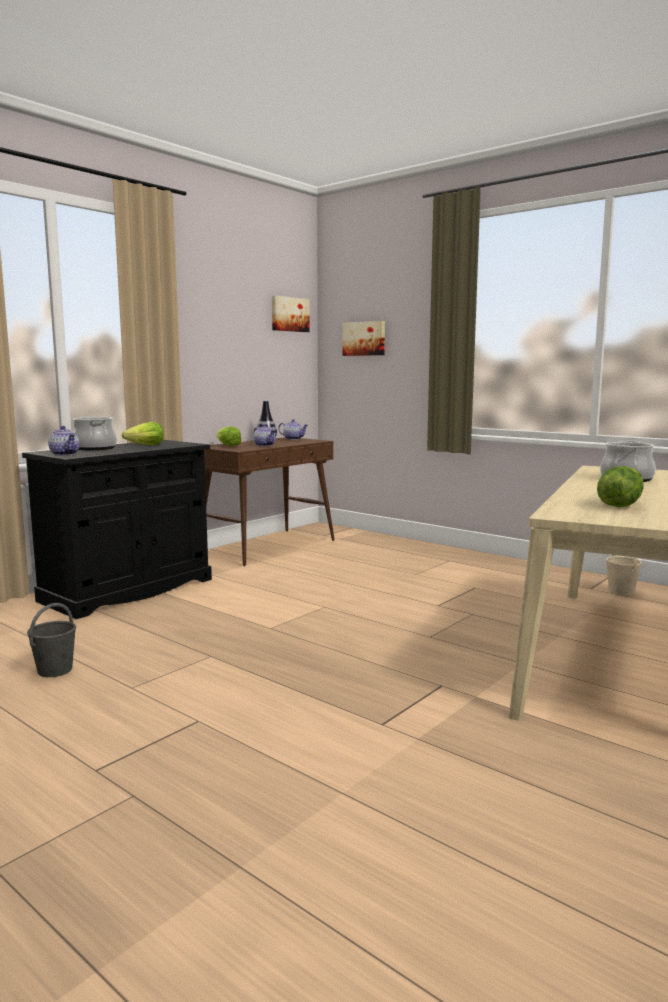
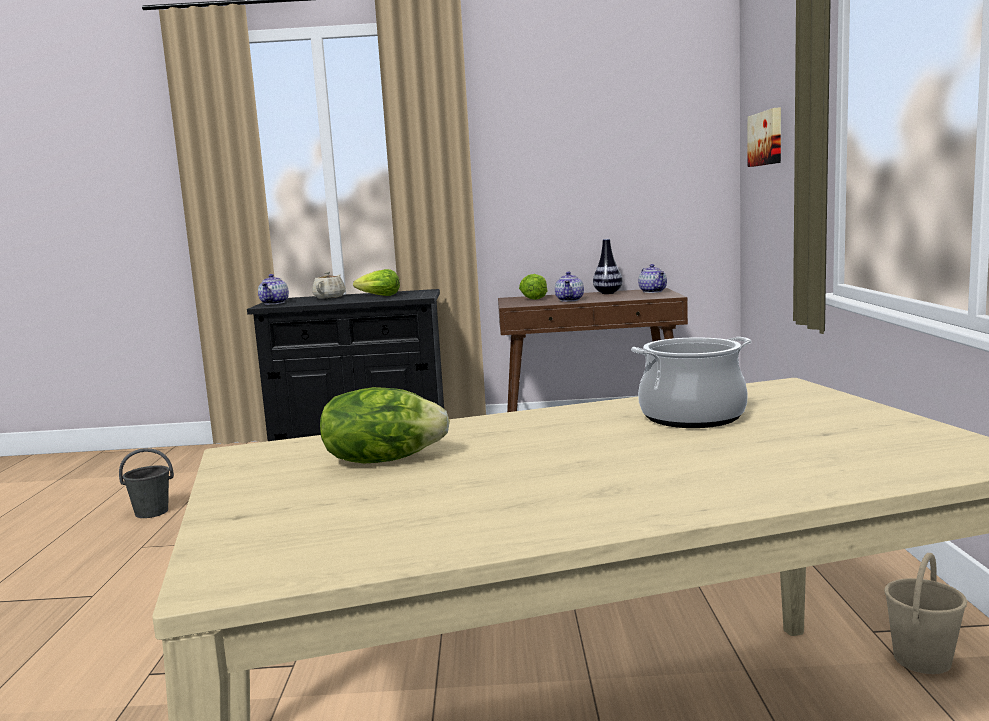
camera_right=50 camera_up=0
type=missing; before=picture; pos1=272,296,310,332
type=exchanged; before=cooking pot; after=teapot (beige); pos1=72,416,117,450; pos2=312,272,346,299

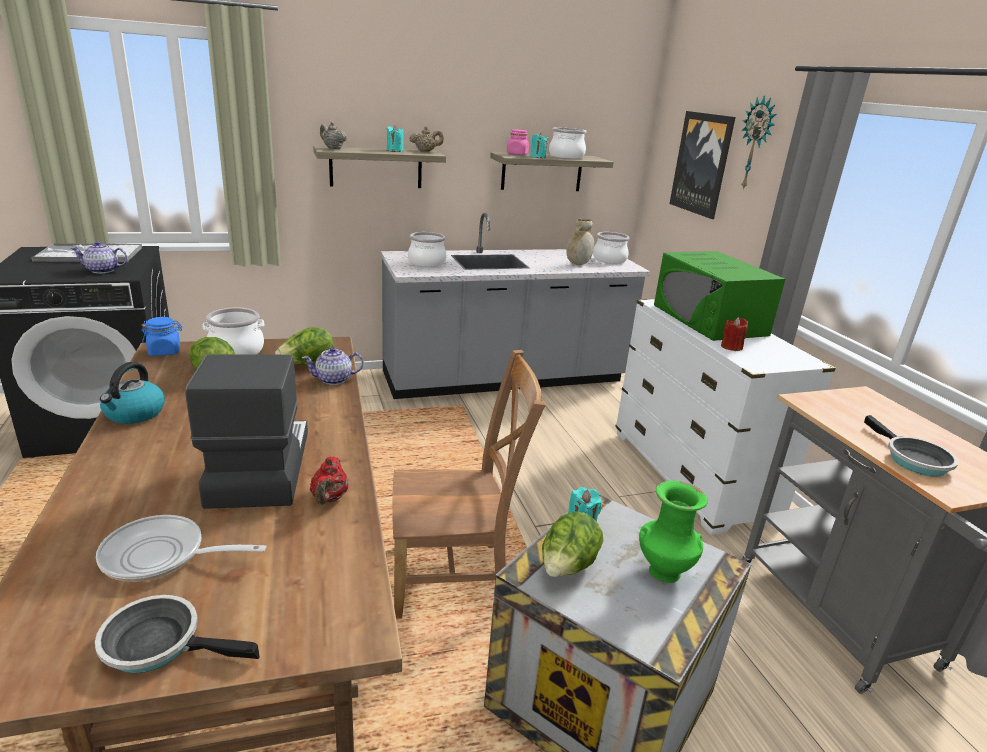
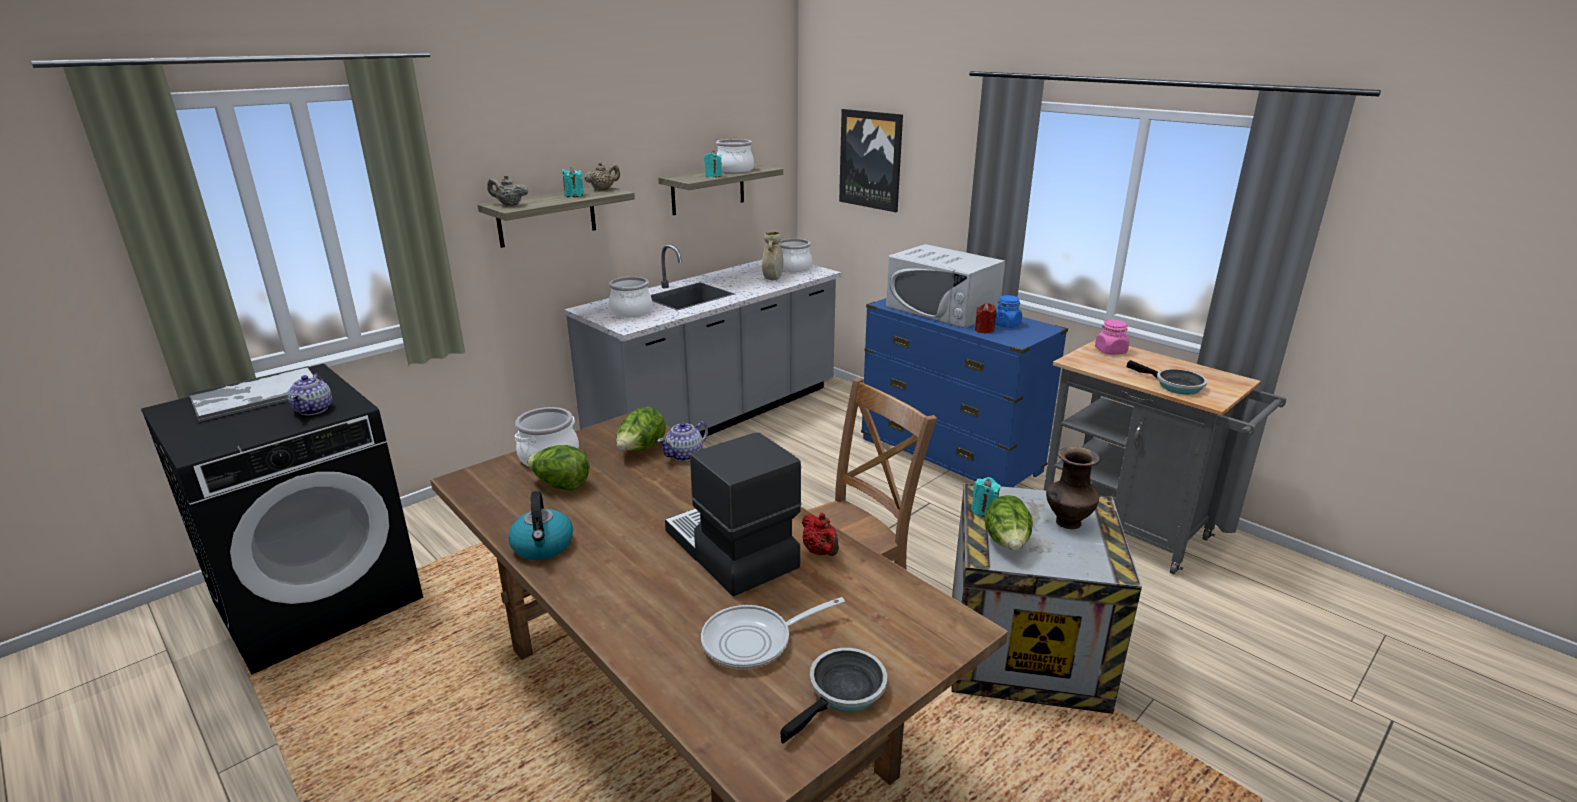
camera_right=-25 camera_up=0
type=missing; before=wall clock; pos1=741,95,776,189
type=relocated; before=jar (blue); pos1=141,317,182,356; pos2=995,295,1022,328
type=relocated; before=jar (pink); pos1=507,129,529,155; pos2=1095,319,1129,354
type=colour; before=dresser (white); after=dresser (blue); pos1=615,299,836,535; pos2=861,298,1068,488
type=colour; before=vase (green); after=vase (brown); pos1=639,481,708,583; pos2=1046,447,1100,529
type=colour; before=microwave (green); after=microwave (white); pos1=654,251,785,341; pos2=886,244,1005,328
type=spun; before=teapot; pos1=71,241,128,274; pos2=287,373,332,415; turn=-60
type=spun; before=frying pan; pos1=95,595,259,673; pos2=780,648,887,744; turn=150

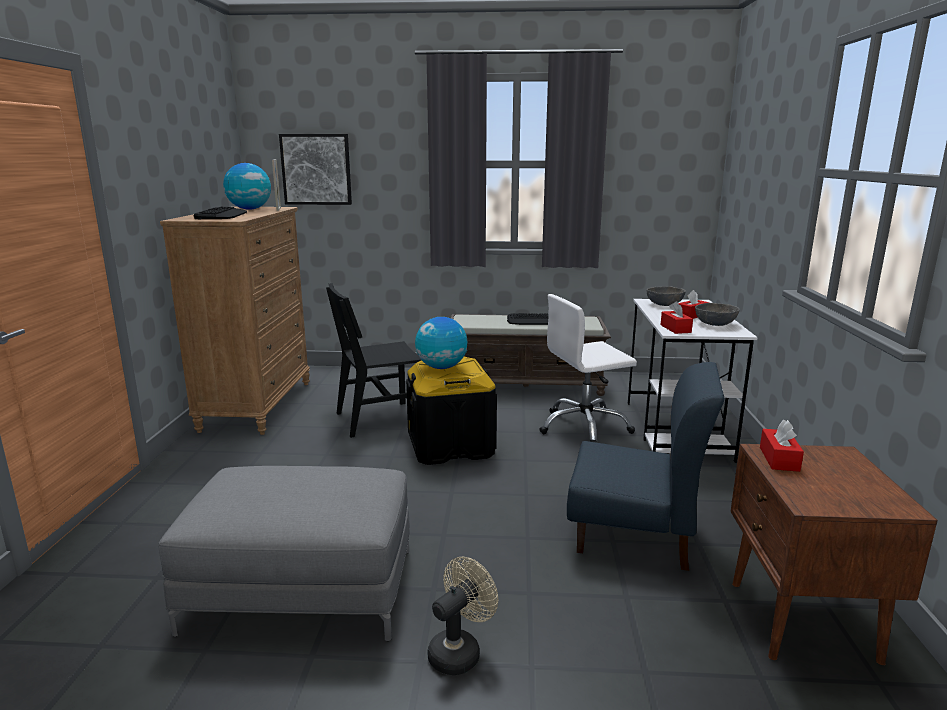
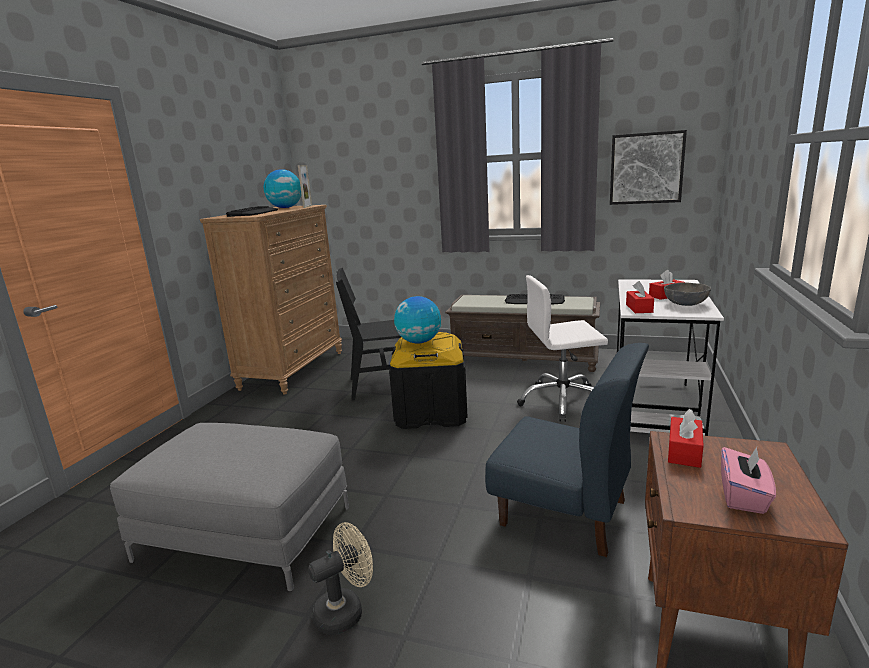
camera_right=15 camera_up=0
type=missing; before=bowl (grey); pos1=647,286,686,306
type=appeared; after=tissue box (pink); pos2=721,447,776,514
type=relocated; before=picture; pos1=279,134,352,205; pos2=610,130,687,205

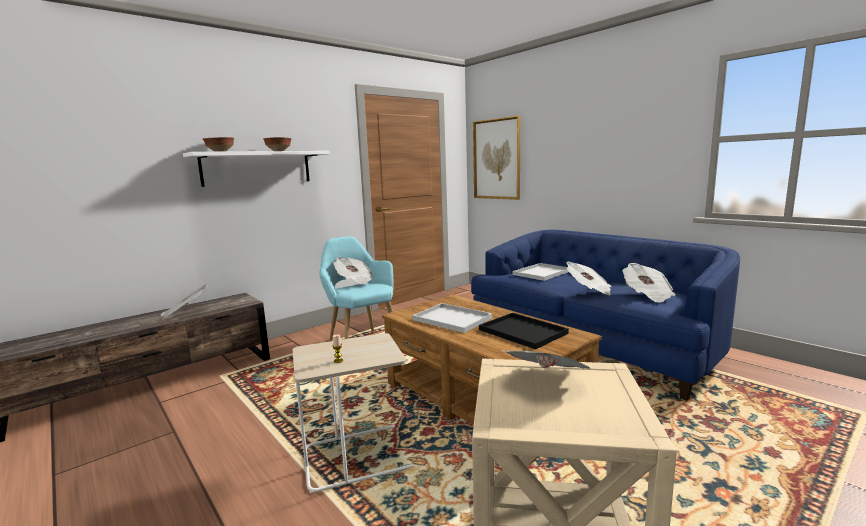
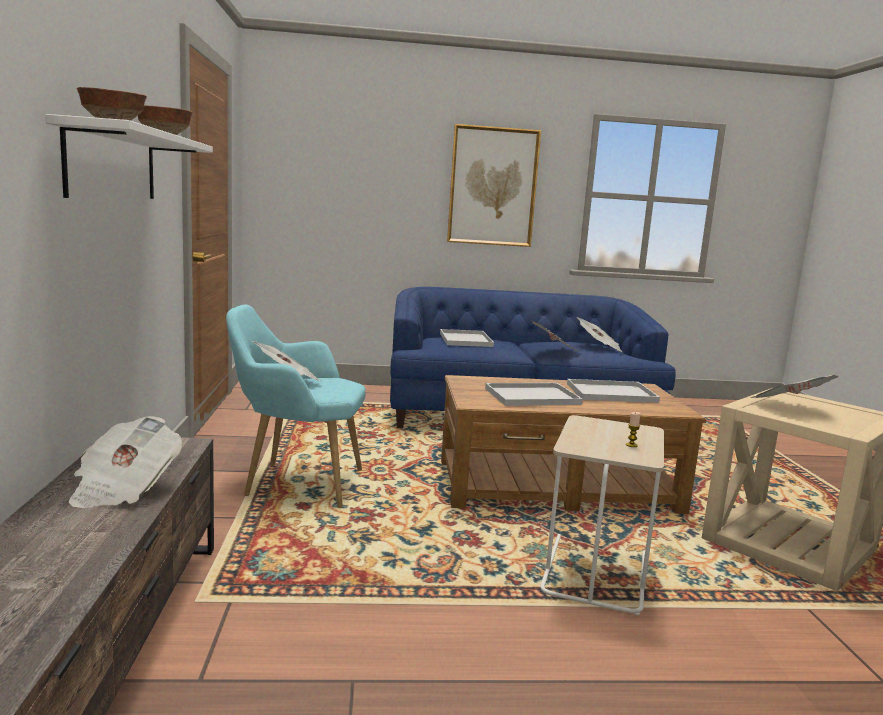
camera_right=-55 camera_up=0
type=relocated; before=picture; pos1=473,116,520,200; pos2=447,124,541,247
type=colour; before=tray (black); after=tray (white); pos1=479,313,569,349; pos2=567,379,660,403

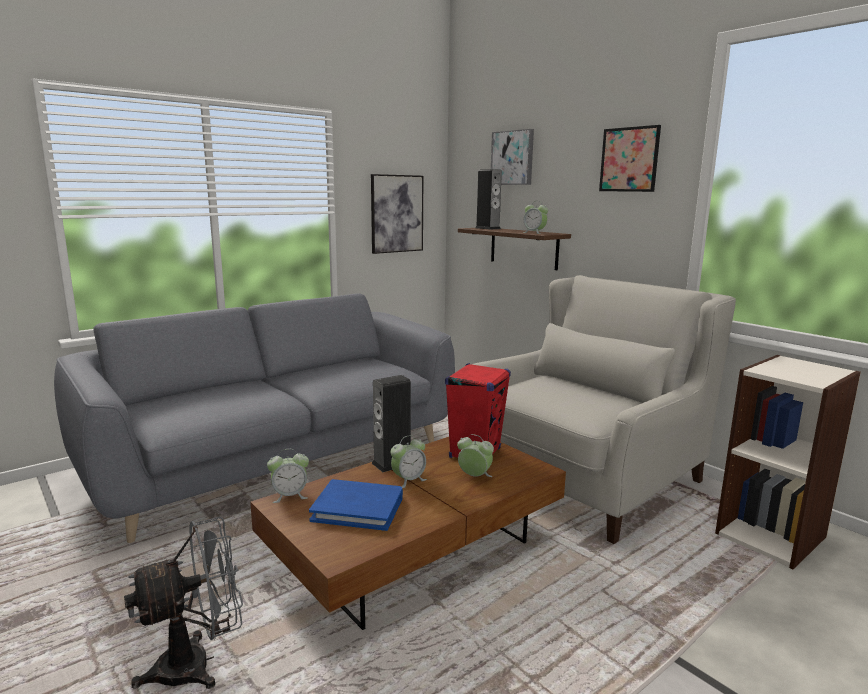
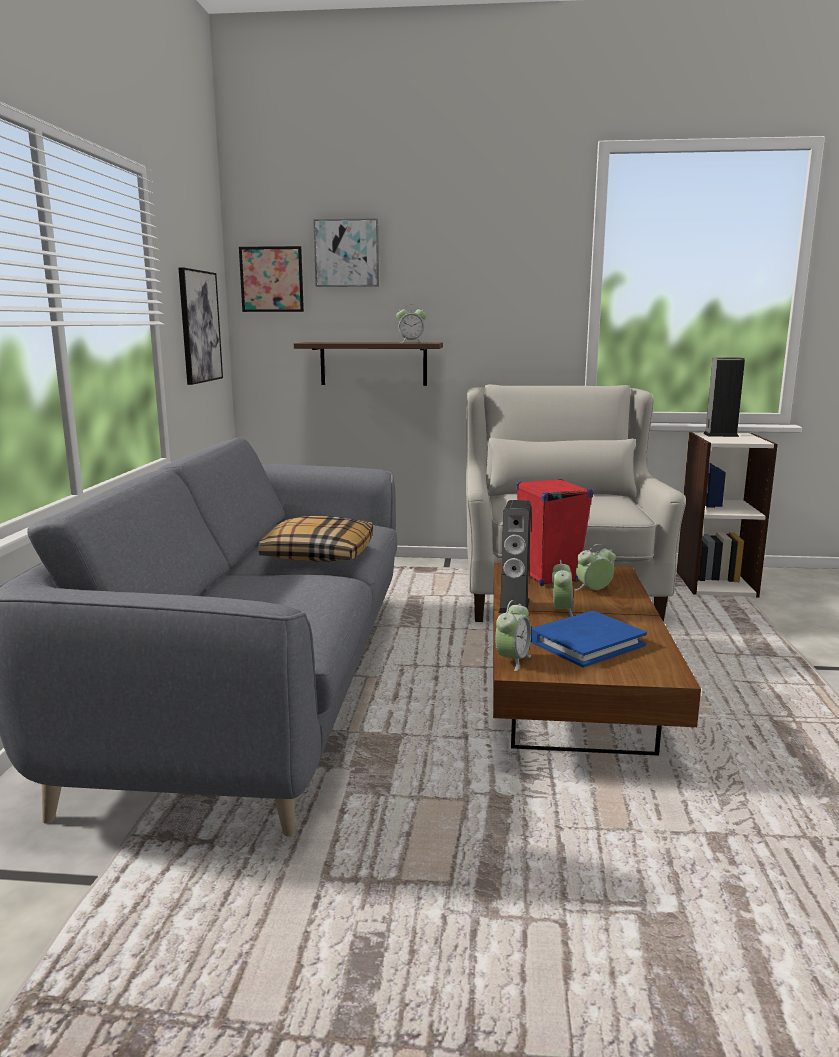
camera_right=-45 camera_up=0
type=missing; before=fan (grey); pos1=124,517,243,689
type=appeared; after=pillow; pos2=258,516,373,562
type=relocated; before=speaker; pos1=475,169,502,229; pos2=703,357,745,437
type=relocated; before=picture; pos1=599,125,661,192; pos2=239,246,304,312

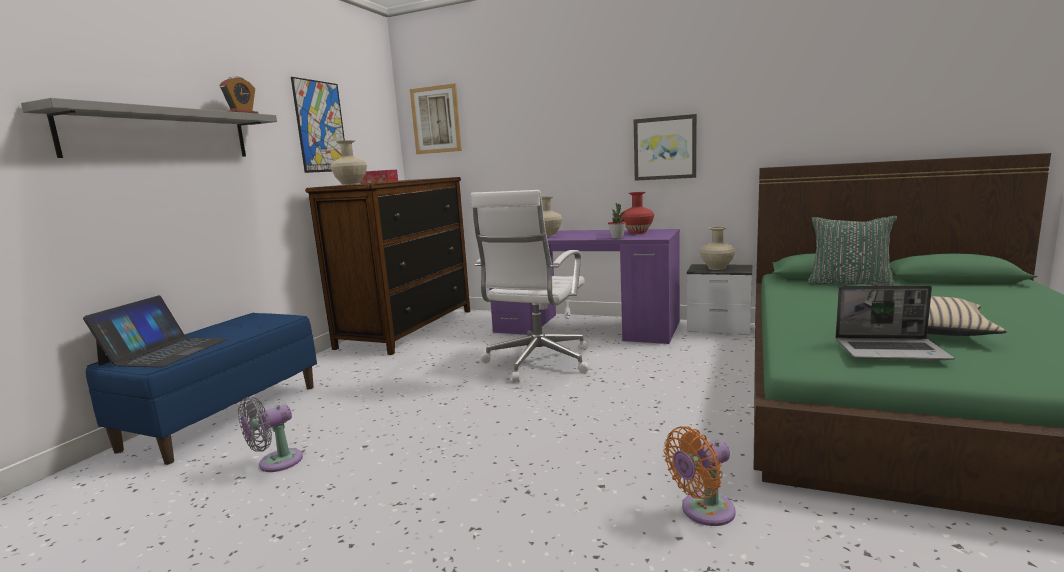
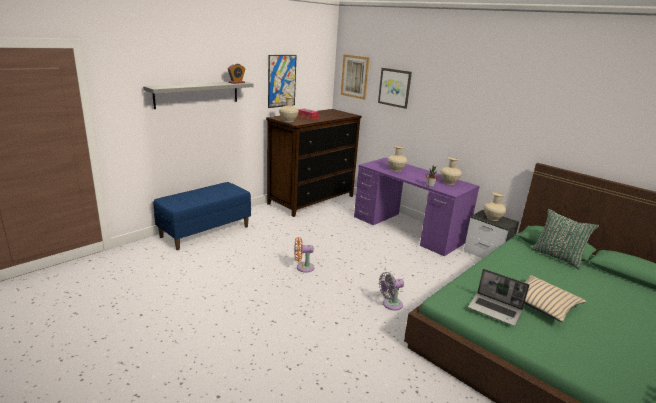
camera_right=20 camera_up=10
type=missing; before=laptop; pos1=83,295,228,367
type=missing; before=office chair (white); pos1=471,190,590,382
type=relocated; before=fan (grey); pos1=238,397,303,472; pos2=379,272,404,311
type=relocated; before=picture; pos1=634,114,697,181; pos2=378,68,412,109
type=relocated; before=fan (orange); pos1=664,426,736,526; pos2=294,237,315,273
type=colour; before=vase (red); after=vase (beige); pos1=621,192,654,234; pos2=440,157,462,185

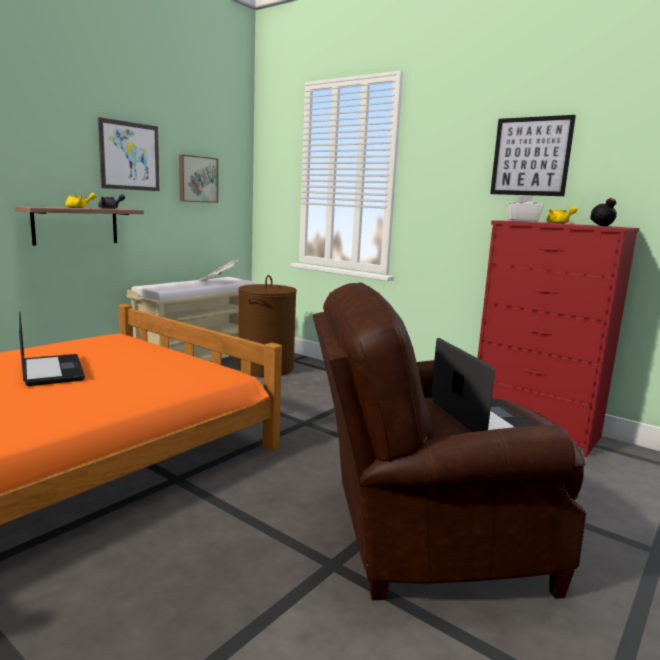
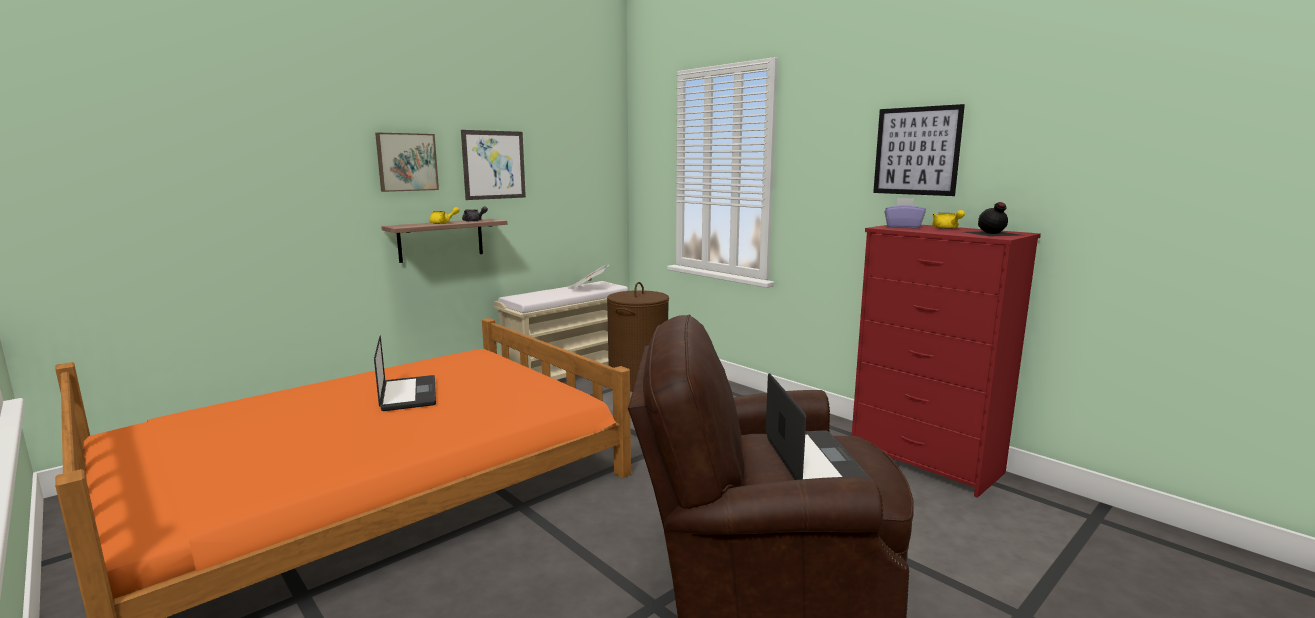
camera_right=10 camera_up=0
type=relocated; before=picture; pos1=179,154,218,203; pos2=375,133,439,192
type=colour; before=tissue box (white); after=tissue box (purple); pos1=506,195,544,222; pos2=884,198,926,228

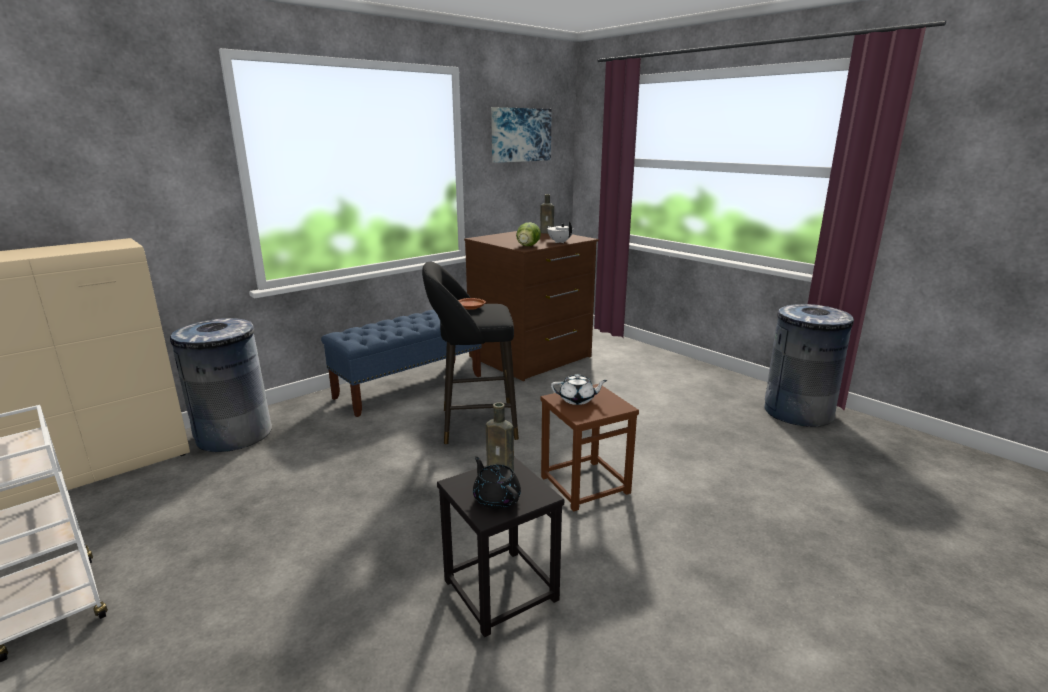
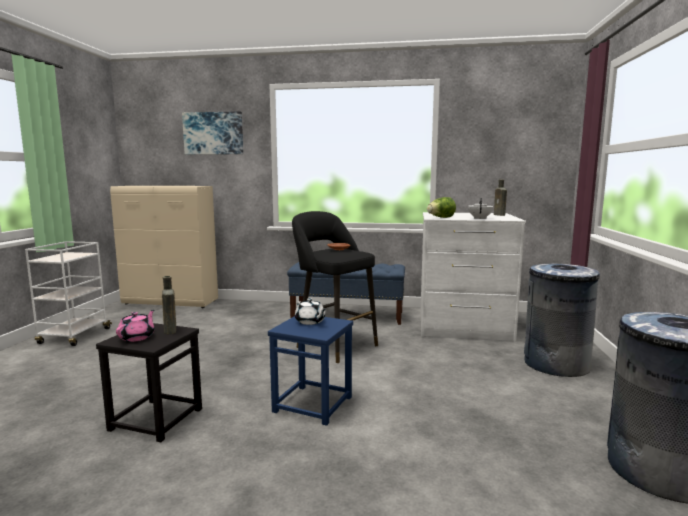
camera_right=50 camera_up=-10
type=relocated; before=trash can (grey); pos1=170,318,272,452; pos2=524,263,600,377
type=relocated; before=picture; pos1=491,107,552,163; pos2=182,111,243,155
type=colour; before=dresser (brown); after=dresser (white); pos1=464,231,599,381; pos2=420,212,526,342
type=colour; before=teapot (black); after=teapot (pink); pos1=473,456,521,509; pos2=116,310,155,342
type=colour; before=stool (brown); after=stool (blue); pos1=541,384,639,511; pos2=268,316,353,426

